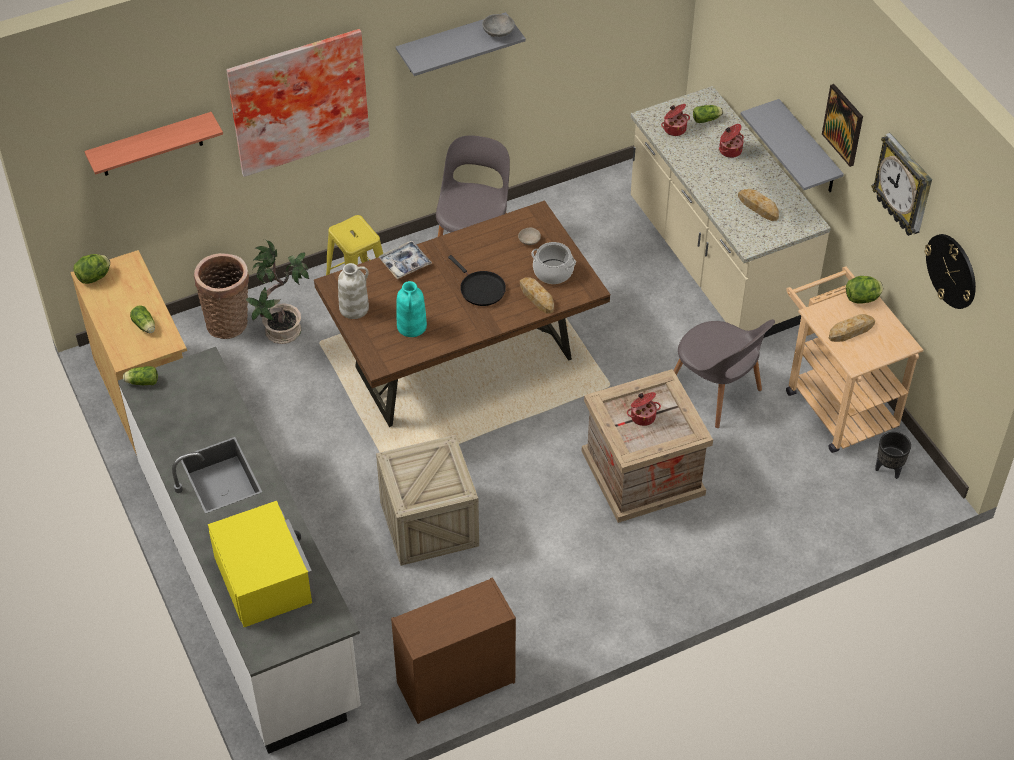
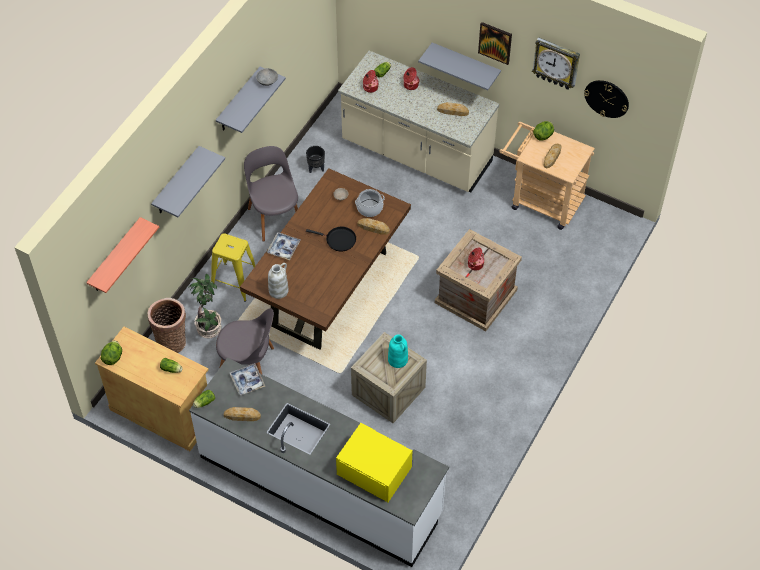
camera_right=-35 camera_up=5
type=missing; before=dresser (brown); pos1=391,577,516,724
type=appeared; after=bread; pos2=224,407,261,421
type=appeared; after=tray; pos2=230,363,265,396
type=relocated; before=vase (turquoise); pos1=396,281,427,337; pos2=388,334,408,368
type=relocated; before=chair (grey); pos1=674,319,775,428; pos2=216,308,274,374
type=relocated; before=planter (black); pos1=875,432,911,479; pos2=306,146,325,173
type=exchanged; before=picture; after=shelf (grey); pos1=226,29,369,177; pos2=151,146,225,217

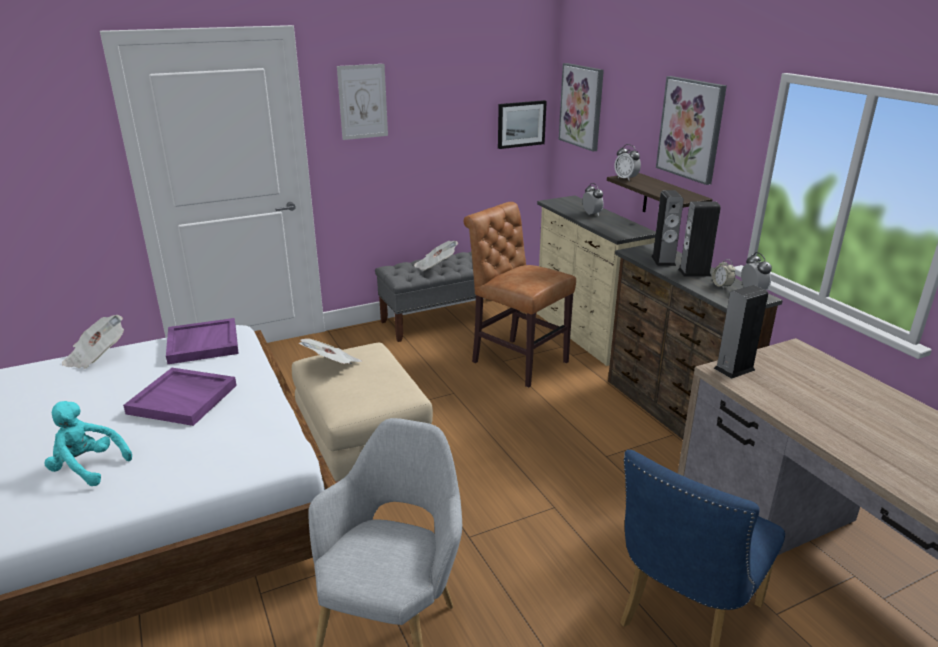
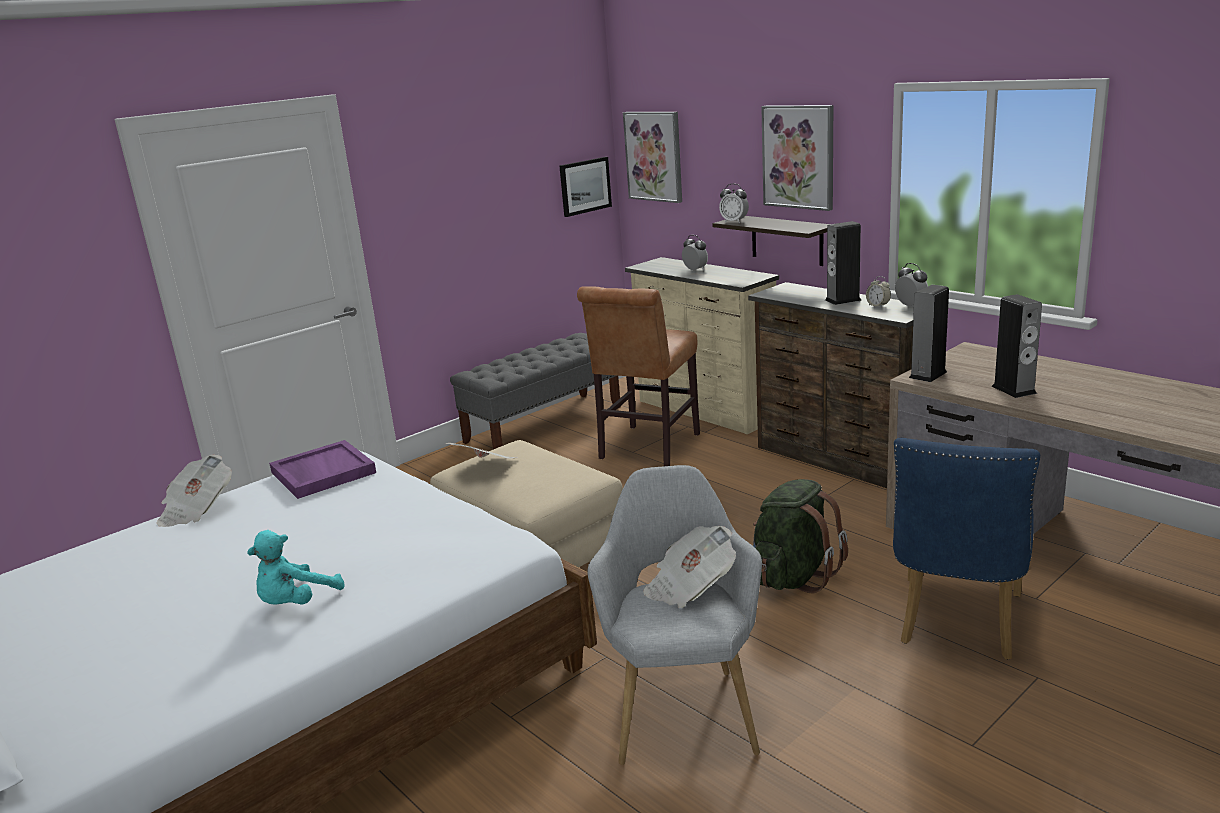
camera_right=-15 camera_up=-5
type=missing; before=tray (purple); pos1=123,368,237,426
type=missing; before=picture; pos1=337,64,388,140
type=appeared; after=backpack (green); pos2=753,479,848,593
type=relocated; before=newspaper; pos1=414,241,458,271; pos2=643,526,736,608
type=relocated; before=speaker; pos1=651,190,684,266; pos2=992,294,1042,398
type=spun; before=plush toy (turquoise); pos1=44,401,132,486; pos2=247,530,345,605; turn=-60
type=spun; before=chair (brown); pos1=464,202,576,388; pos2=577,286,700,466; turn=-90

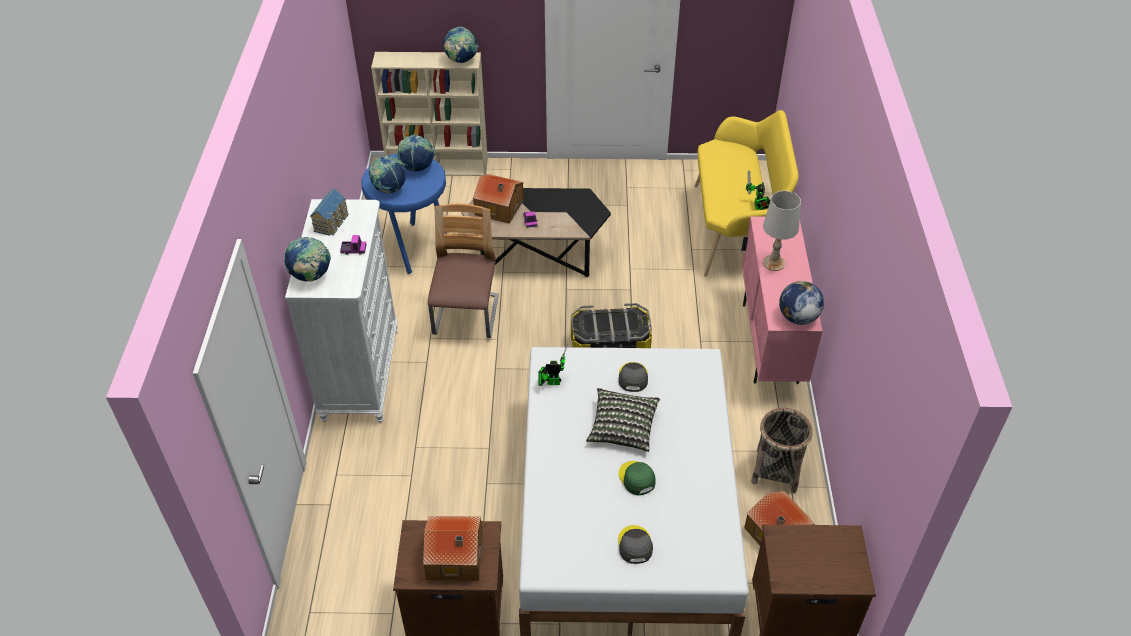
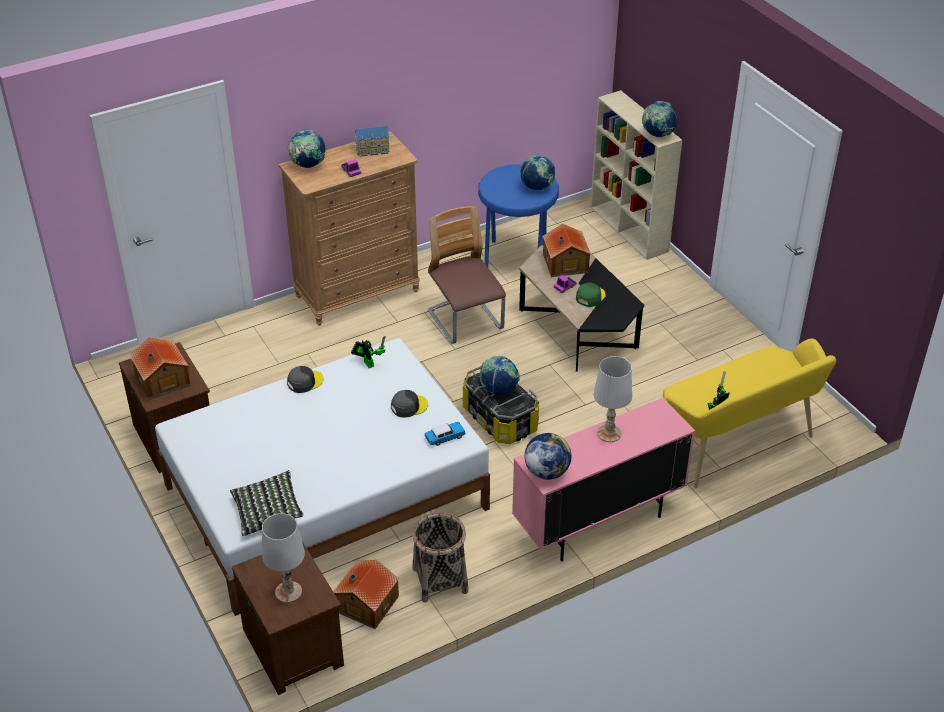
camera_right=60 camera_up=-5
type=appeared; after=table lamp (white); pos2=262,513,305,603
type=appeared; after=toy car; pos2=424,422,466,446
type=relocated; before=globe; pos1=369,156,406,193; pos2=480,356,520,395
type=relocated; before=pillow; pos1=586,388,660,452; pos2=230,470,304,536
type=relocated; before=cap (grey); pos1=618,525,653,564; pos2=287,366,324,393
type=relocated; before=cap (green); pos1=619,461,656,495; pos2=576,283,606,307
type=colour; before=dresser (white); after=dresser (brown); pos1=285,199,398,423; pos2=278,131,420,326
type=spun; before=chair; pos1=428,204,499,338; pos2=428,206,506,344; turn=-90

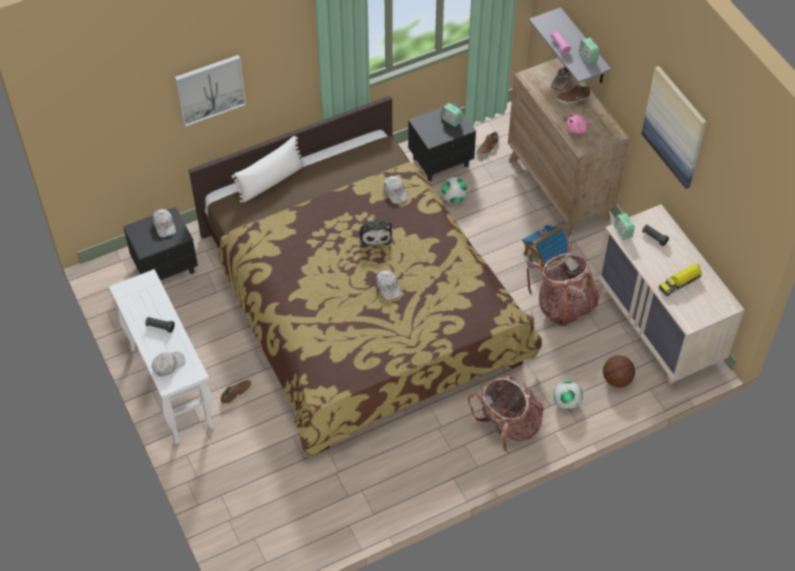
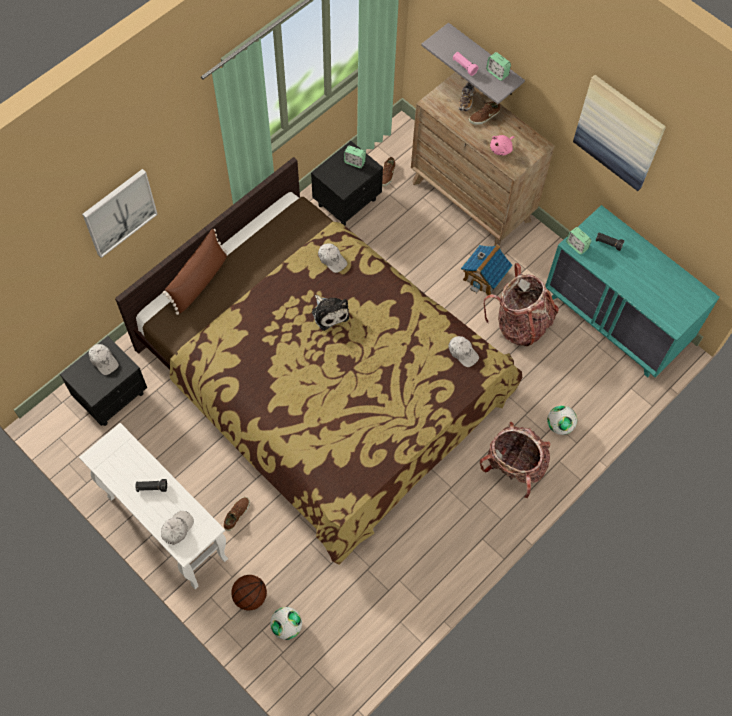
camera_right=-20 camera_up=10
type=missing; before=toy truck; pos1=659,264,702,296
type=relocated; before=cap (white); pos1=376,270,402,300; pos2=449,336,479,367
type=relocated; before=football; pos1=441,177,468,203; pos2=270,607,302,640
type=relocated; before=basketball; pos1=603,355,635,387; pos2=231,575,267,610
type=colour; before=pillow (white); after=pillow (brown); pos1=232,136,305,203; pos2=163,229,227,315
type=colour; before=dresser (beige); after=dresser (turquoise); pos1=596,204,745,385; pos2=545,205,719,378

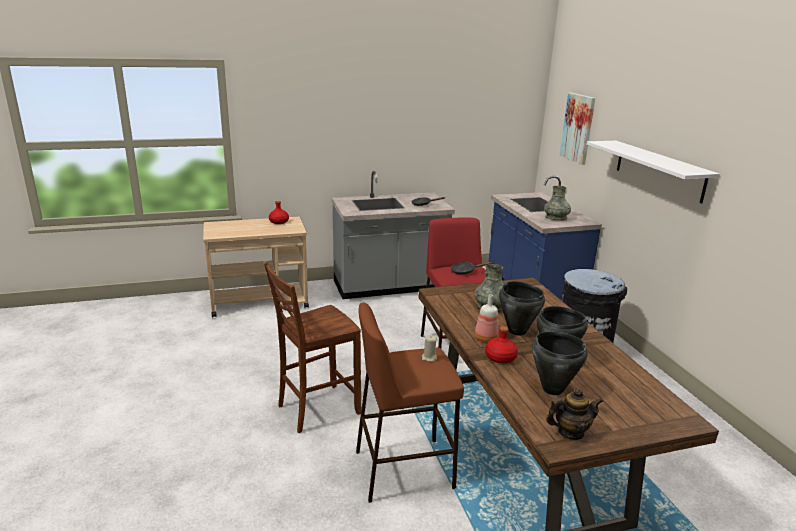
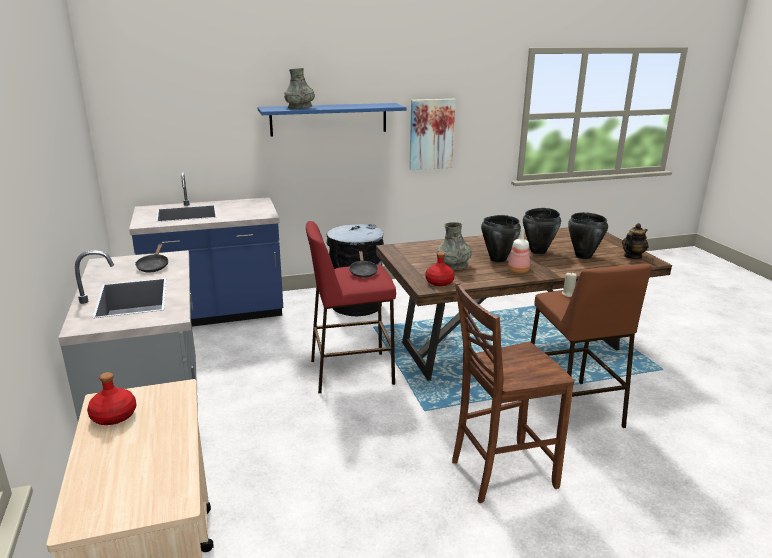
camera_right=-90 camera_up=0
type=relocated; before=bottle (red); pos1=485,326,518,364; pos2=425,252,455,286
type=relocated; before=vase (grey); pos1=544,186,571,220; pos2=284,68,315,109
type=relocated; before=picture; pos1=560,93,595,165; pos2=409,99,456,170
type=colour; before=shelf (white); after=shelf (blue); pos1=587,141,720,204; pos2=258,103,407,137
type=spun; before=chair (brown); pos1=264,262,361,433; pos2=452,282,574,503; turn=105
type=spun; before=teapot; pos1=546,388,603,440; pos2=622,223,649,259; turn=60

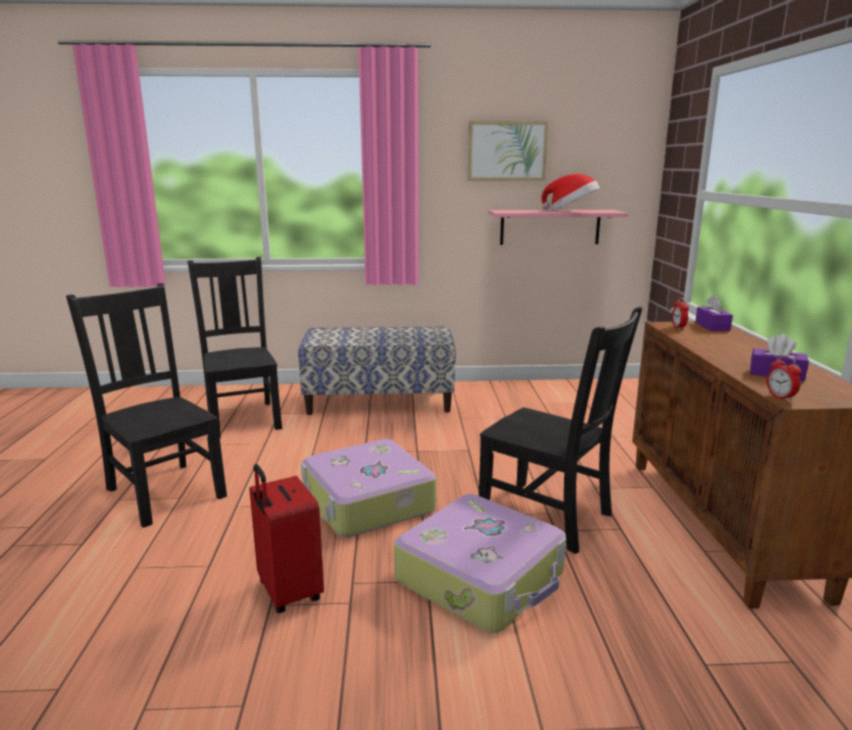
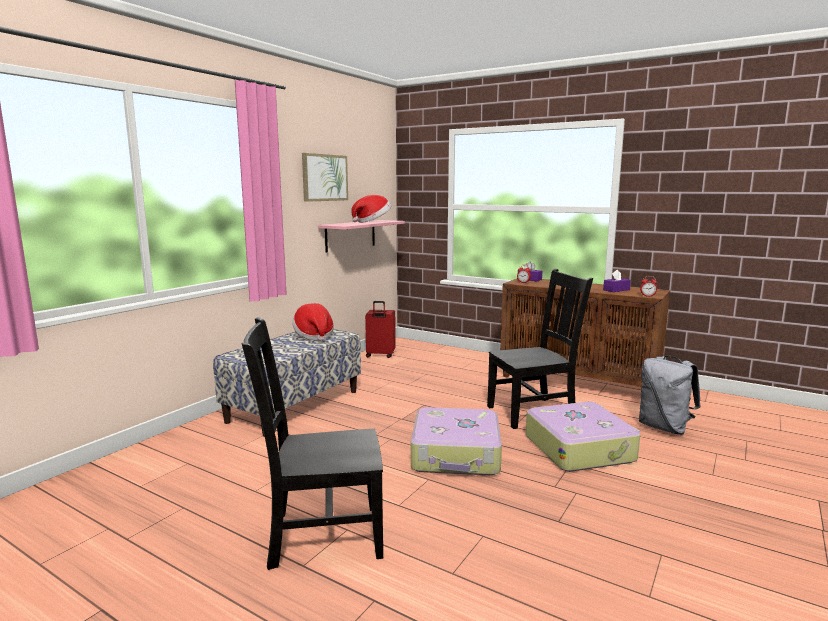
camera_right=-55 camera_up=-5
type=missing; before=chair (black); pos1=188,257,282,438
type=appeared; after=hat; pos2=292,303,334,341
type=appeared; after=backpack (grey); pos2=639,356,701,435
type=relocated; before=suitcase (red); pos1=249,464,324,613; pos2=365,301,396,358

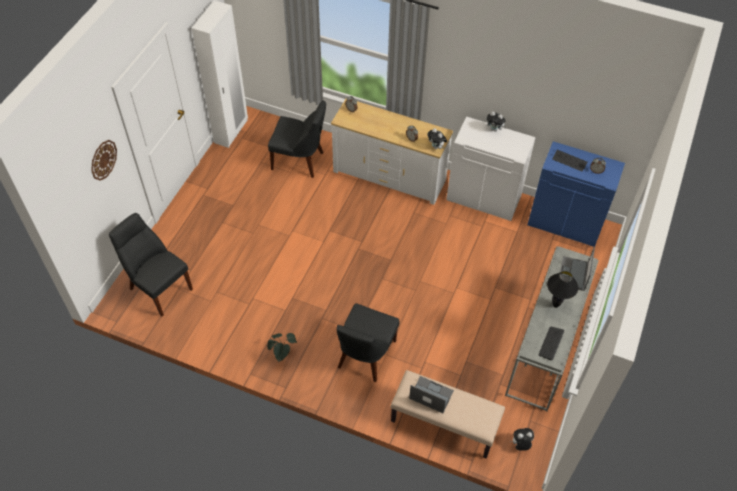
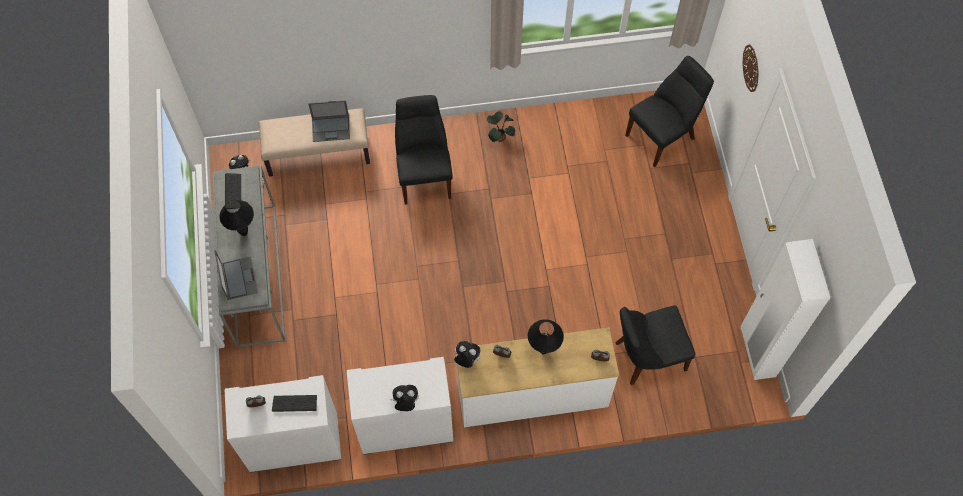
camera_right=150 camera_up=10
type=appeared; after=table lamp (black); pos2=528,319,564,354
type=colour; before=cabinet (blue); after=cabinet (white); pos1=527,141,625,247; pos2=225,375,342,473
type=spun; before=chair (black); pos1=109,213,193,316; pos2=625,56,714,167; turn=-45

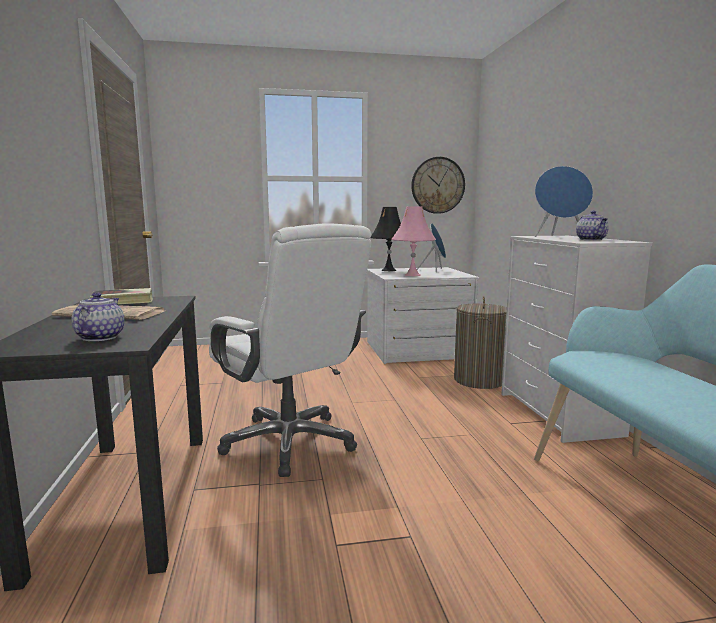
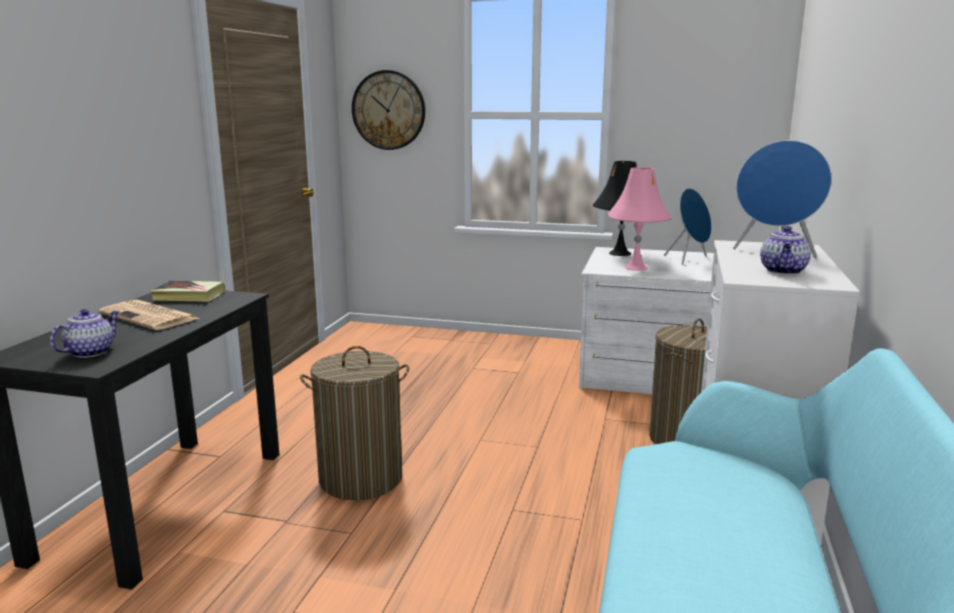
camera_right=25 camera_up=5
type=relocated; before=wall clock; pos1=411,157,465,214; pos2=352,70,425,150
type=exchanged; before=office chair (white); after=laundry basket; pos1=209,223,372,477; pos2=300,346,409,500

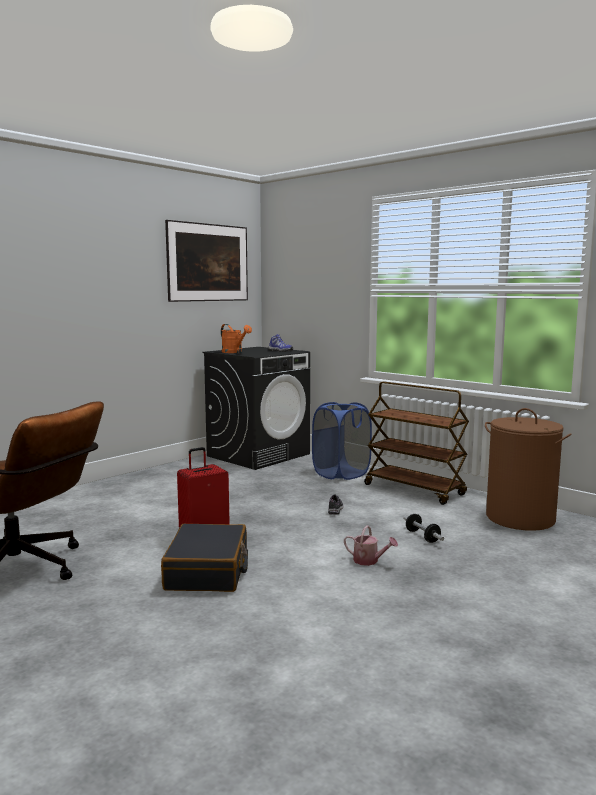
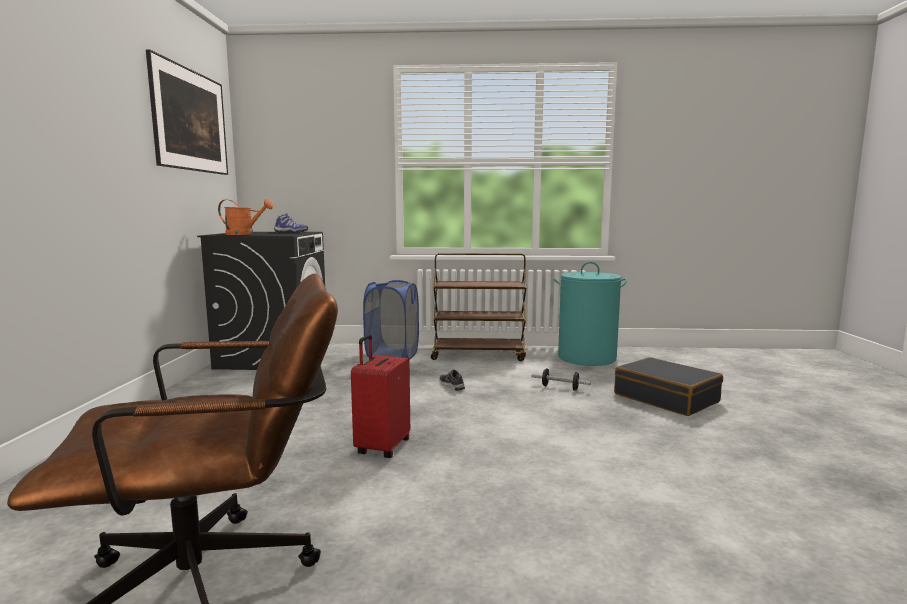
camera_right=-40 camera_up=0
type=missing; before=watering can; pos1=344,525,398,566
type=relocated; before=suitcase (black); pos1=161,524,248,592; pos2=614,357,723,416
type=colour; before=laundry basket (brown); after=laundry basket (turquoise); pos1=485,408,571,531; pos2=554,262,627,366

